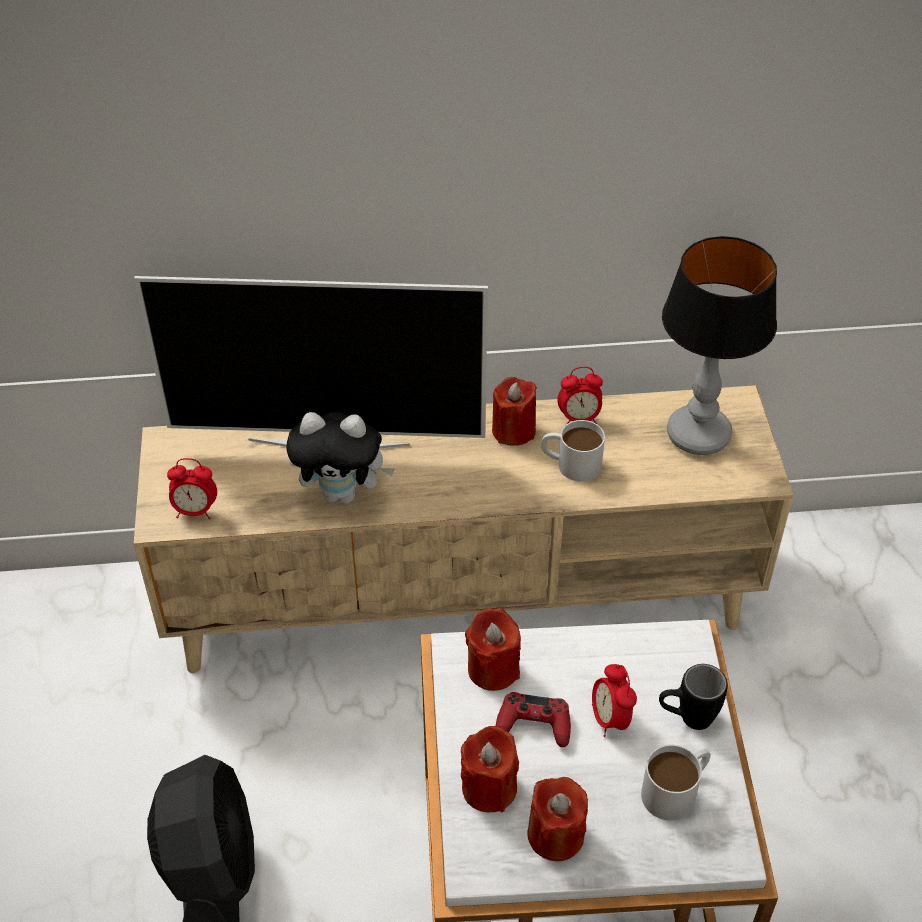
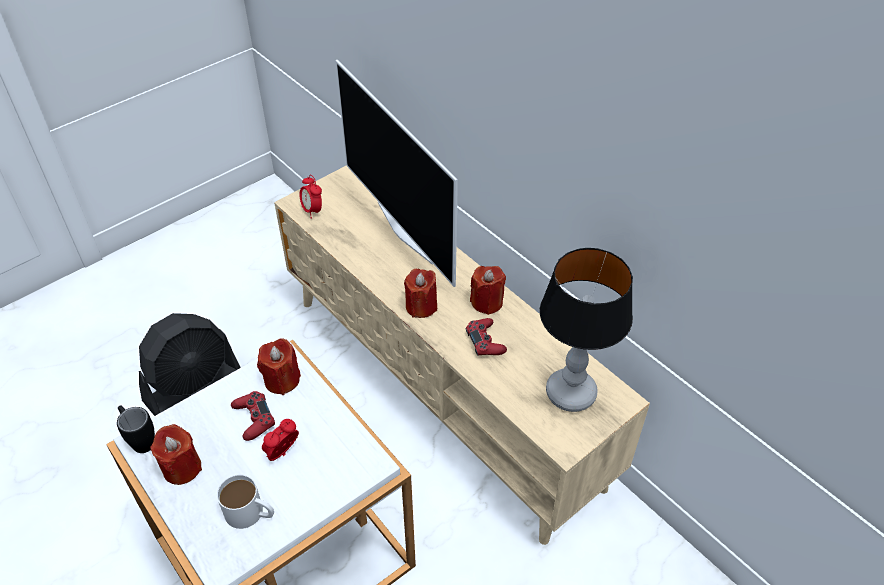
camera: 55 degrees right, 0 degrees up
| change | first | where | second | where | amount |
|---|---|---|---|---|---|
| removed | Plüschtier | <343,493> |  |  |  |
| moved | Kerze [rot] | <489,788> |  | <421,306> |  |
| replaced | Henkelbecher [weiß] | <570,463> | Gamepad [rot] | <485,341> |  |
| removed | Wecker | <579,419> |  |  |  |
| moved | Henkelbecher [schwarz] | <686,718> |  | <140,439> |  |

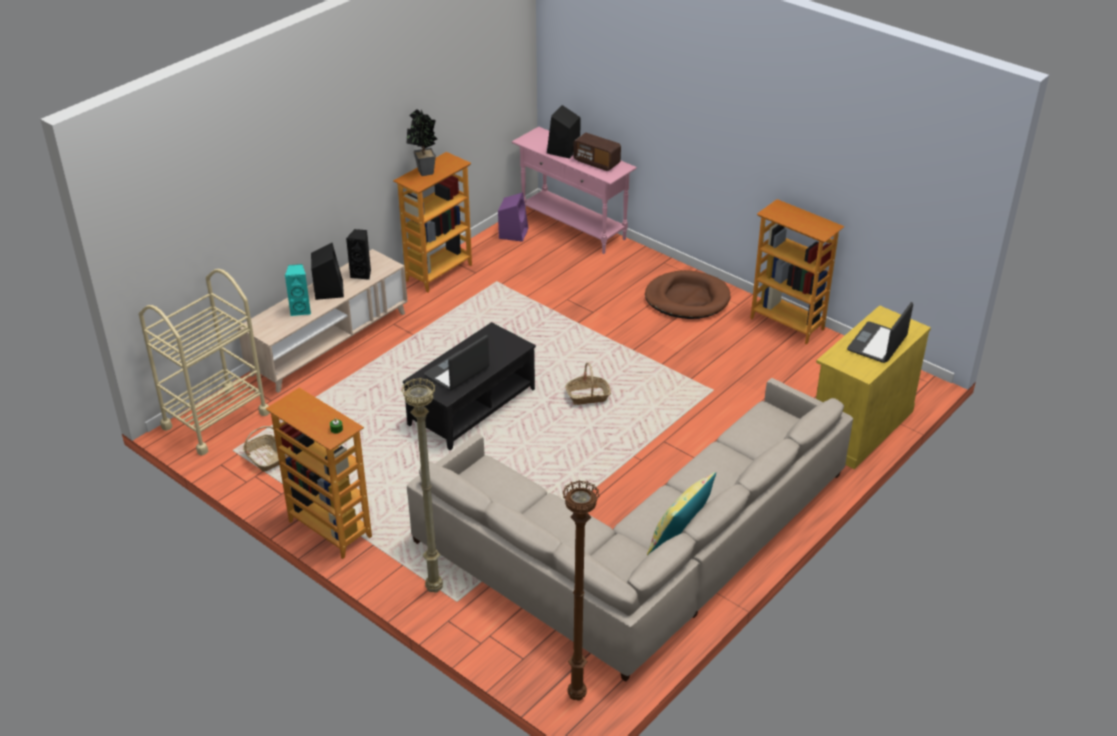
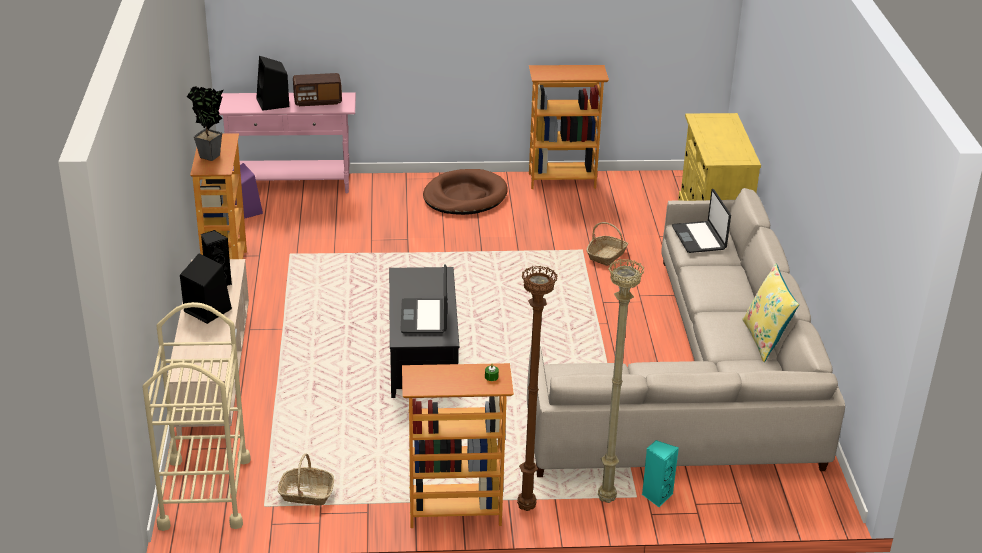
camera: 45 degrees left, 5 degrees down
| change | first | where | second | where | amount |
|---|---|---|---|---|---|
| moved | Lautsprecher [türkis] | <301,310> |  | <656,495> |  |
| moved | Stehlampe [braun] | <578,696> |  | <527,507> |  |
| moved | Korb | <588,396> |  | <606,255> |  |
| moved | Laptop | <877,344> |  | <699,238> |  |

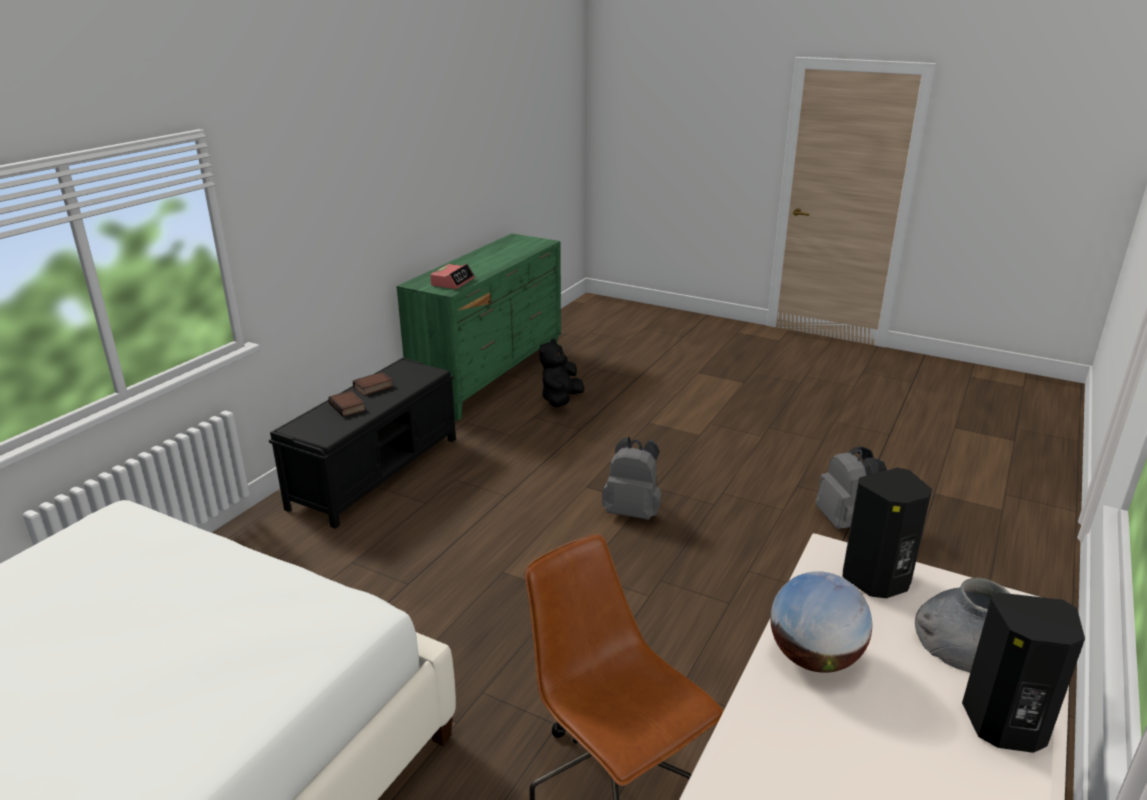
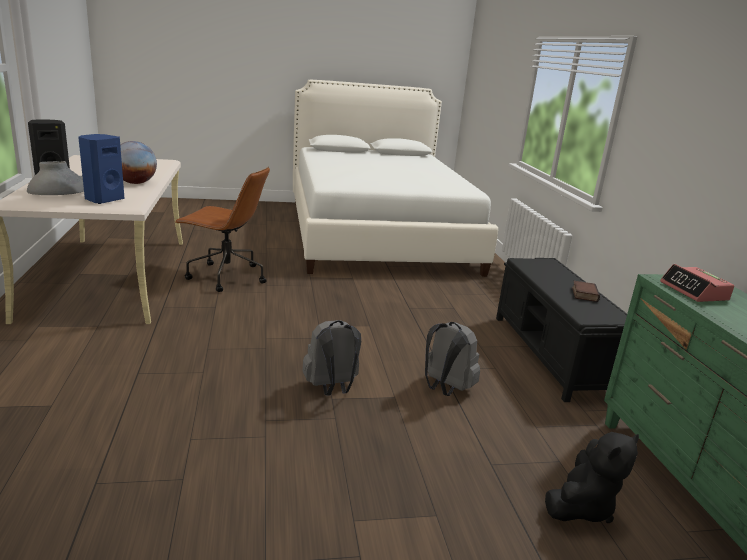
camera: 140 degrees right, 5 degrees down
| change | first | where | second | where | amount |
|---|---|---|---|---|---|
| removed | Buch | <348,407> |  |  |  |
| turned | Plüschtier [schwarz] | <561,400> |  | <581,507> | 60 degrees clockwise |
| moved | Rucksack [grau] | <844,521> |  | <445,388> |  |
| recoloured | Lautsprecher [schwarz] | <878,581> | Lautsprecher [blau] | <103,199> |  |

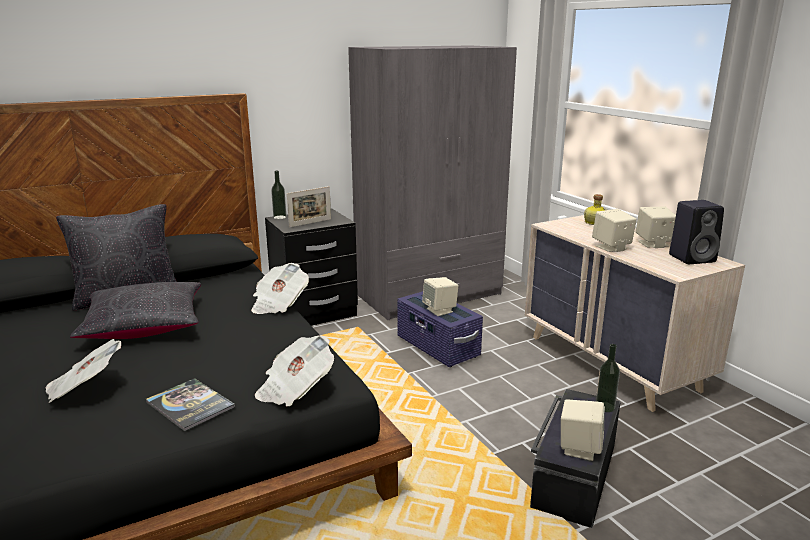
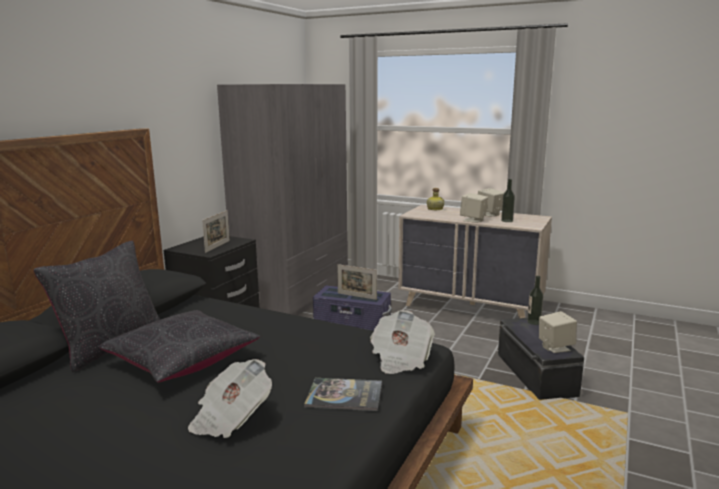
camera: 35 degrees left, 5 degrees down
| change | first | where | second | where | amount |
|---|---|---|---|---|---|
| removed | Zeitung | <279,304> |  |  |  |
| moved | Flasche | <280,217> |  | <507,221> |  |
| replaced | Lautsprecher [beige] | <440,310> | Bilderrahmen | <357,296> |  |
| removed | Lautsprecher [schwarz] | <693,258> |  |  |  |

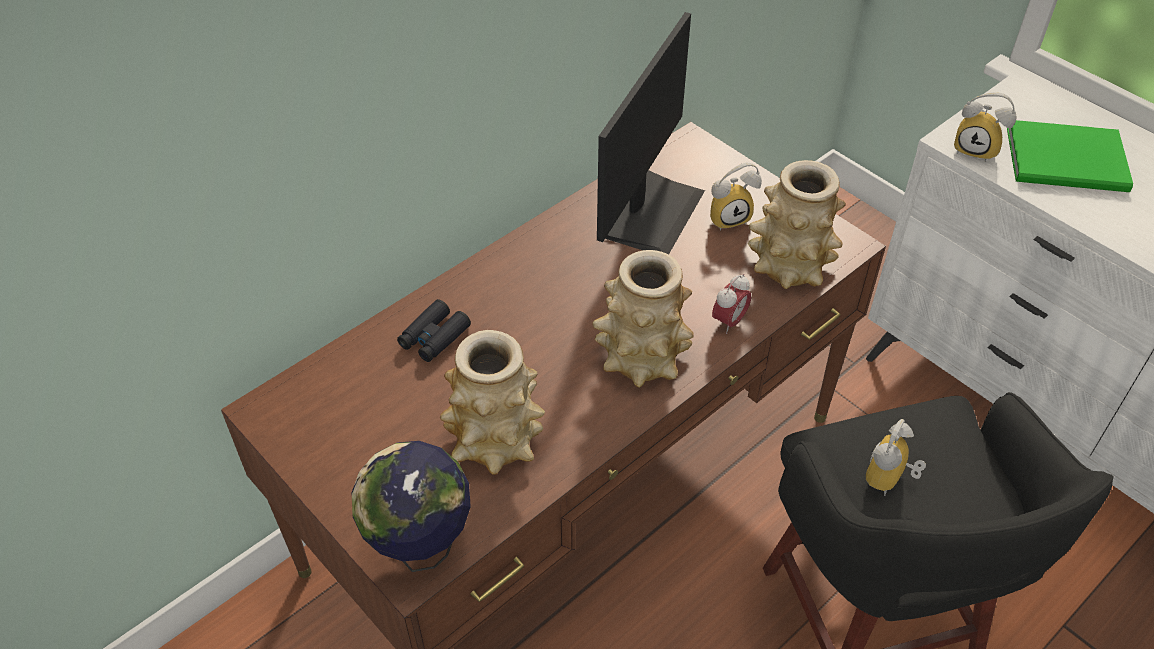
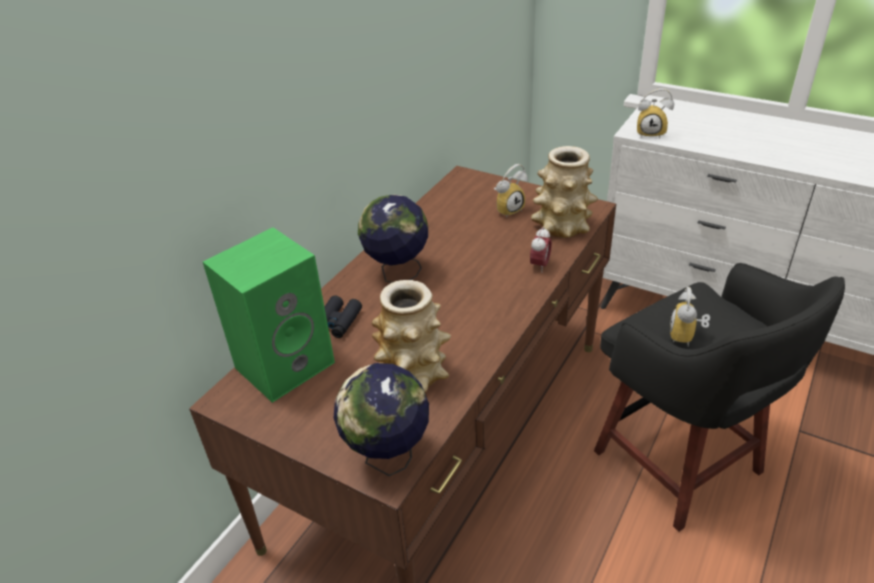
camera: 15 degrees left, 10 degrees down
| change | first | where | second | where | amount |
|---|---|---|---|---|---|
| removed | Vase | <641,358> |  |  |  |
| removed | Monitor | <653,212> |  |  |  |
| removed | Buch [grün] | <1070,162> |  |  |  |
| added |  |  | Lautsprecher [grün] | <285,363> |  |
| added |  |  | Globus | <397,273> |  |

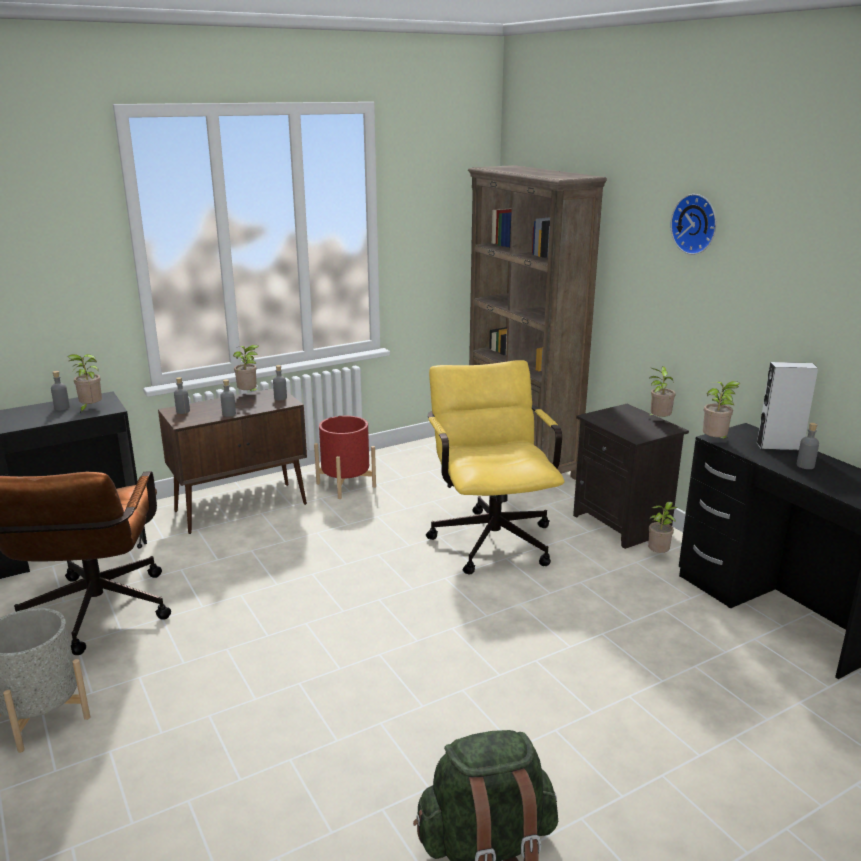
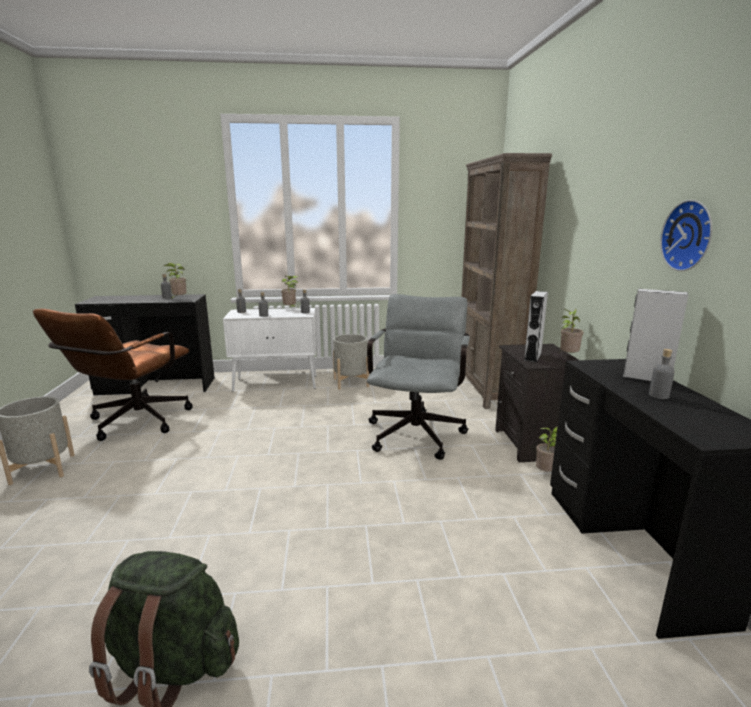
camera: 25 degrees right, 5 degrees down
| change | first | where | second | where | amount |
|---|---|---|---|---|---|
| recoloured | Schrank [braun] | <242,507> | Schrank [weiß] | <277,383> |  |
| recoloured | Pflanzkübel [rot] | <346,485> | Pflanzkübel [grau] | <351,382> |  |
| recoloured | Bürostuhl [gelb] | <490,536> | Bürostuhl [grau] | <417,431> |  |
| moved | Wanduhr | <696,224> |  | <690,236> |  |
| removed | Topfpflanze | <715,442> |  |  |  |
| added |  |  | Lautsprecher [grau] | <532,357> |  |

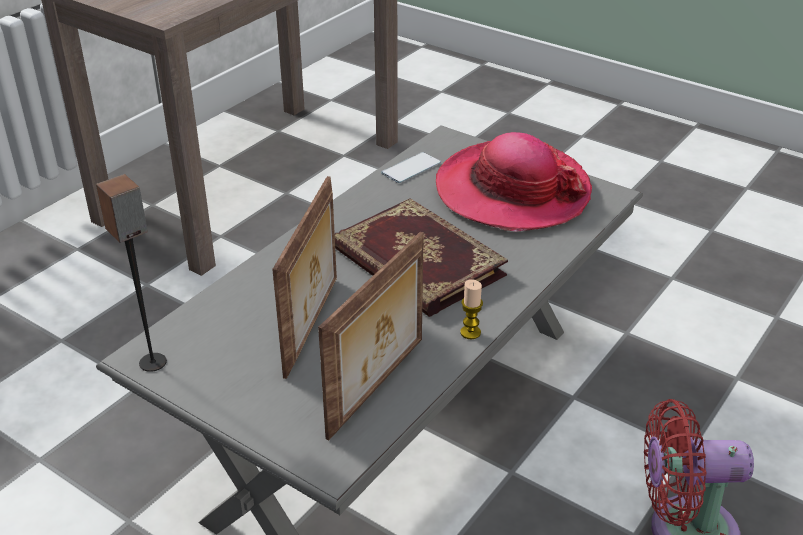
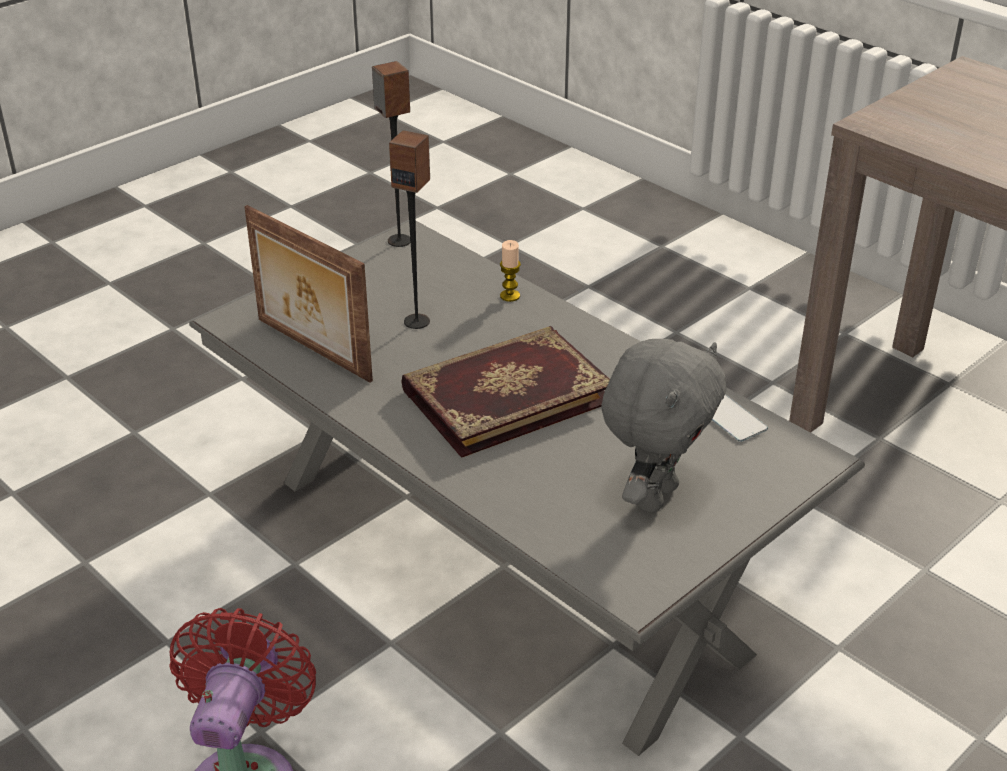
camera: 100 degrees right, 0 degrees up
| change | first | where | second | where | amount |
|---|---|---|---|---|---|
| replaced | Bilderrahmen | <313,326> | Lautsprecher | <417,321> |  |
| replaced | Hut | <512,191> | Plüschtier [grau] | <654,496> |  |
| moved | Kerze | <470,332> |  | <510,296> |  |

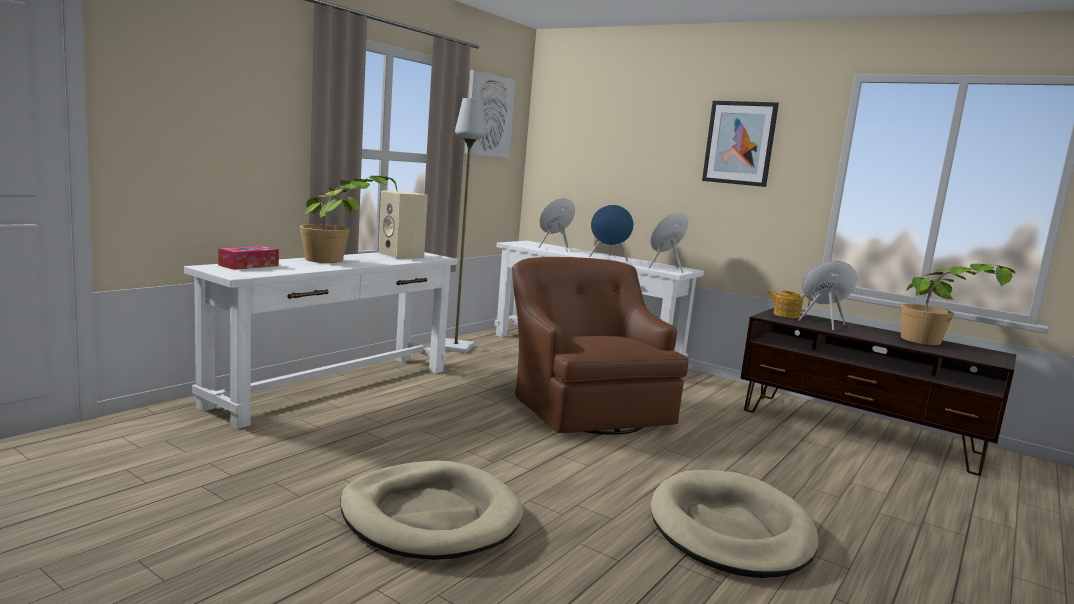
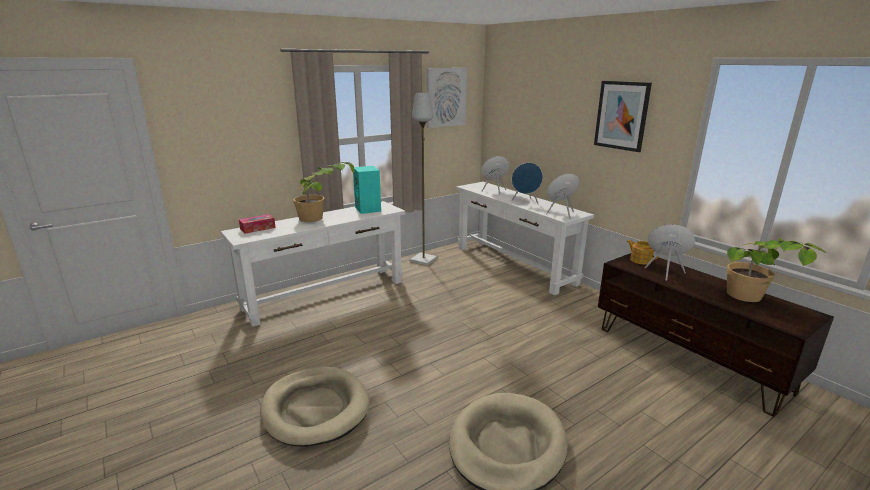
camera: 20 degrees right, 10 degrees up
| change | first | where | second | where | amount |
|---|---|---|---|---|---|
| recoloured | Lautsprecher [beige] | <402,255> | Lautsprecher [türkis] | <368,209> |  |
| removed | Sessel [braun] | <586,407> |  |  |  |

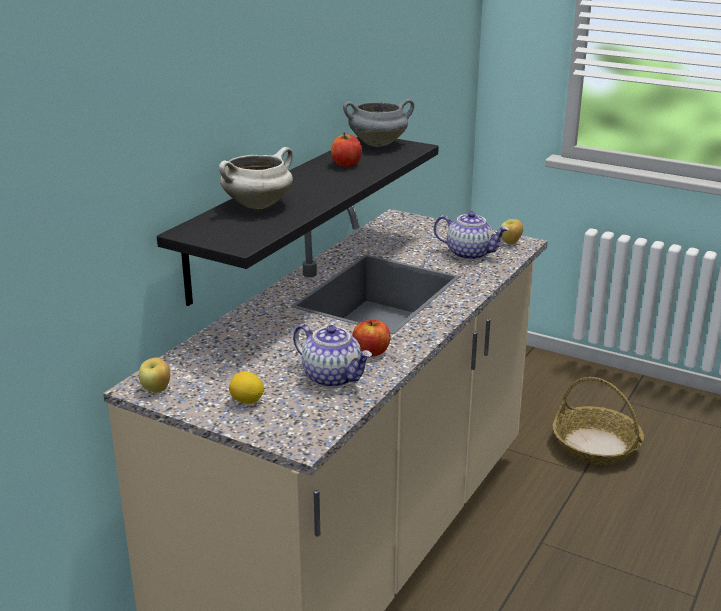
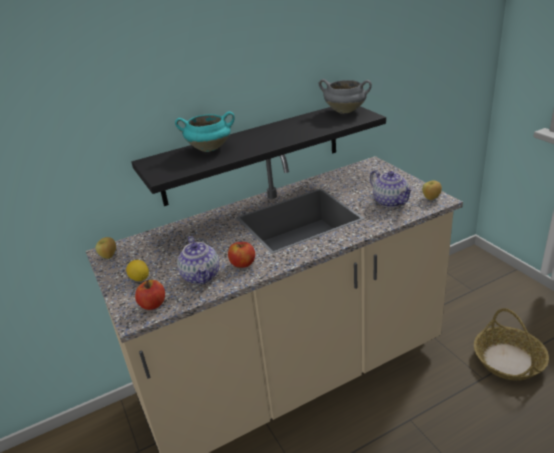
camera: 35 degrees right, 5 degrees up
| change | first | where | second | where | amount |
|---|---|---|---|---|---|
| recoloured | Kochtopf [weiß] | <258,204> | Kochtopf [türkis] | <210,148> |  |
| moved | Apfel | <346,164> |  | <153,304> |  |

